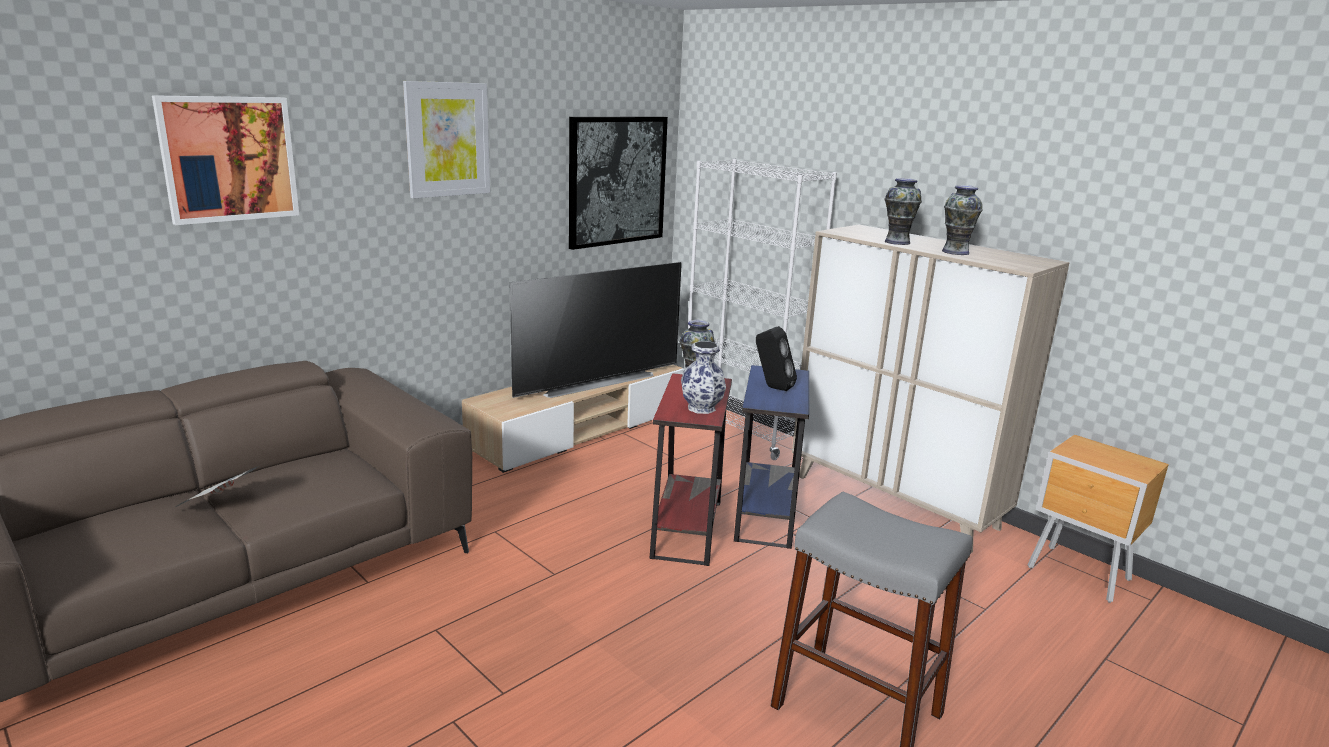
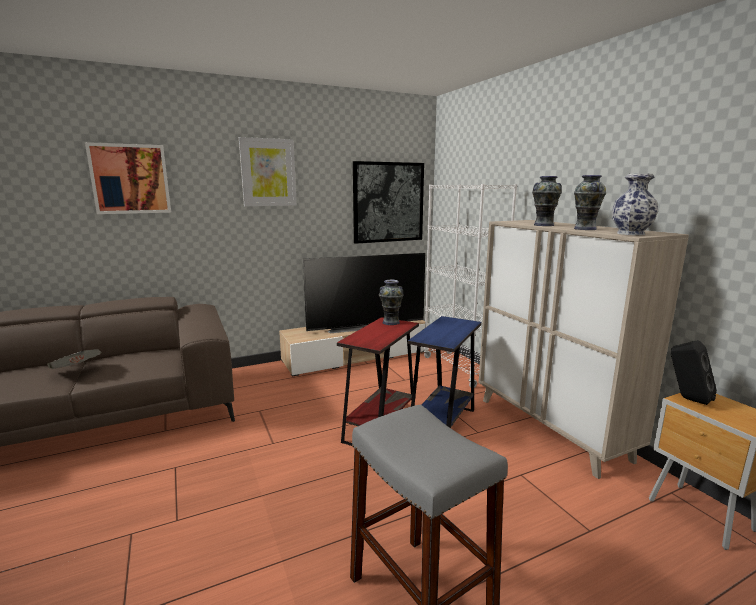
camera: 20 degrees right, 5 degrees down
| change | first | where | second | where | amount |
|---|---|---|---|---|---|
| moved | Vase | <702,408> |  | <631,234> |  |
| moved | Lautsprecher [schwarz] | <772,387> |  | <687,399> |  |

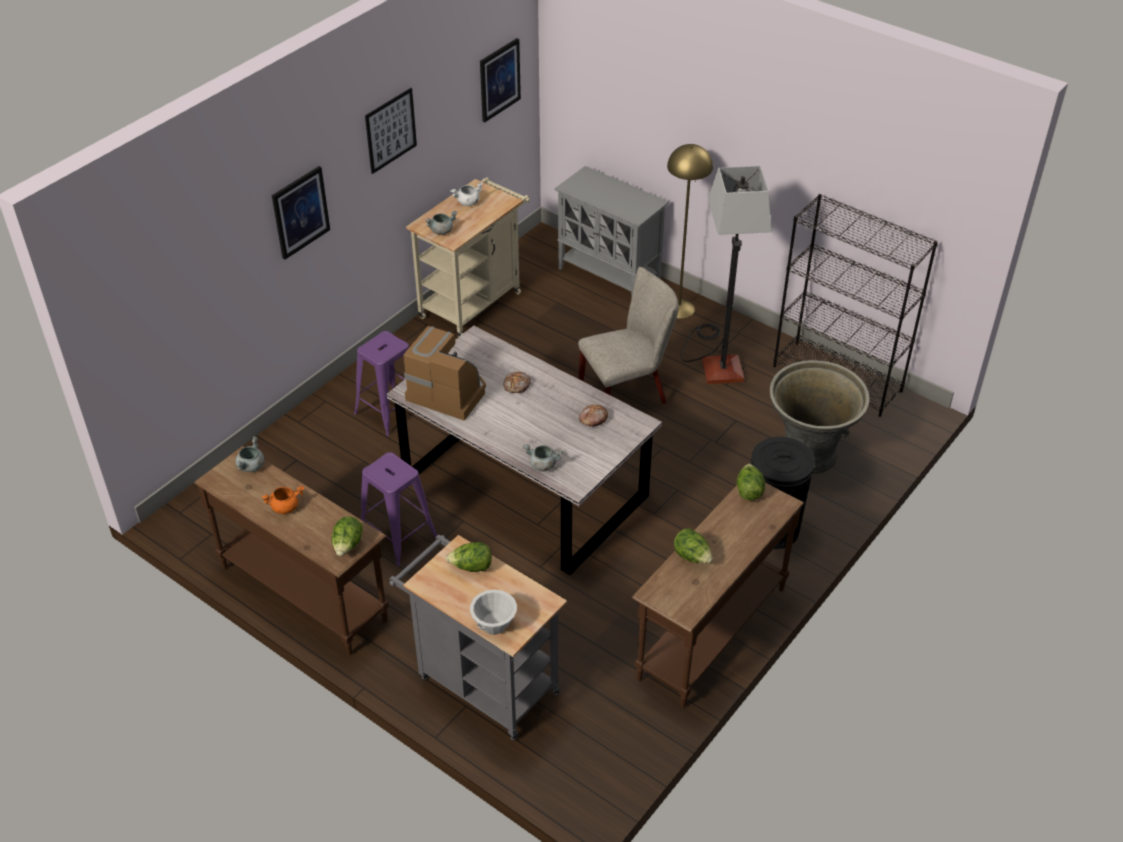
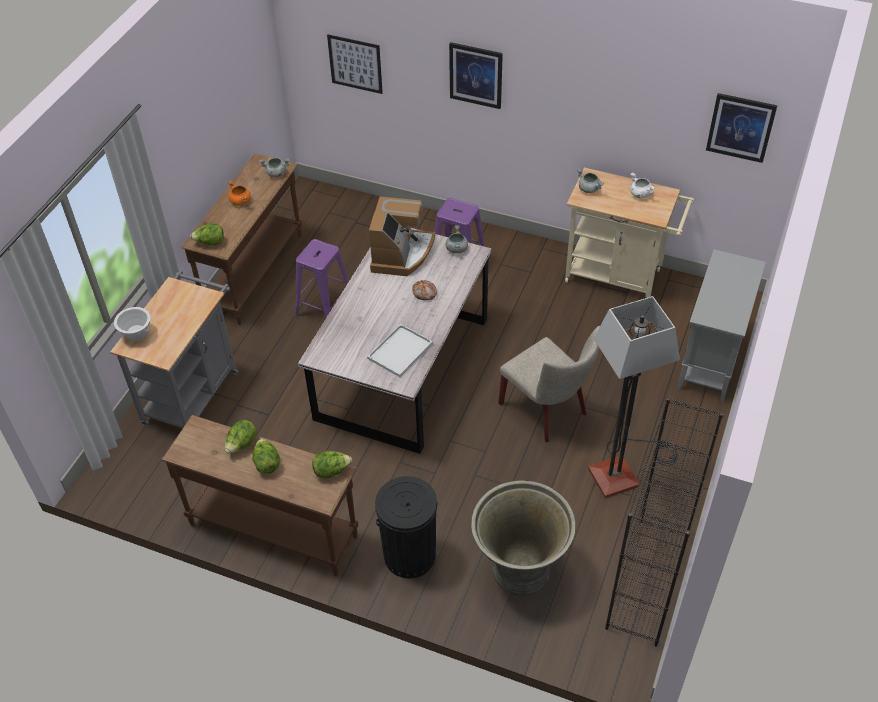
camera: 75 degrees right, 5 degrees up
| change | first | where | second | where | amount |
|---|---|---|---|---|---|
| moved | Bild | <390,130> |  | <355,64> |  |
| moved | Salatkopf | <471,567> |  | <266,463> |  |
| moved | Kochtopf [grau] | <542,465> |  | <456,249> |  |
| replaced | Brot | <593,418> | Tablett [weiß] | <400,350> |  |
| removed | Stehlampe [gelb] | <679,308> |  |  |  |

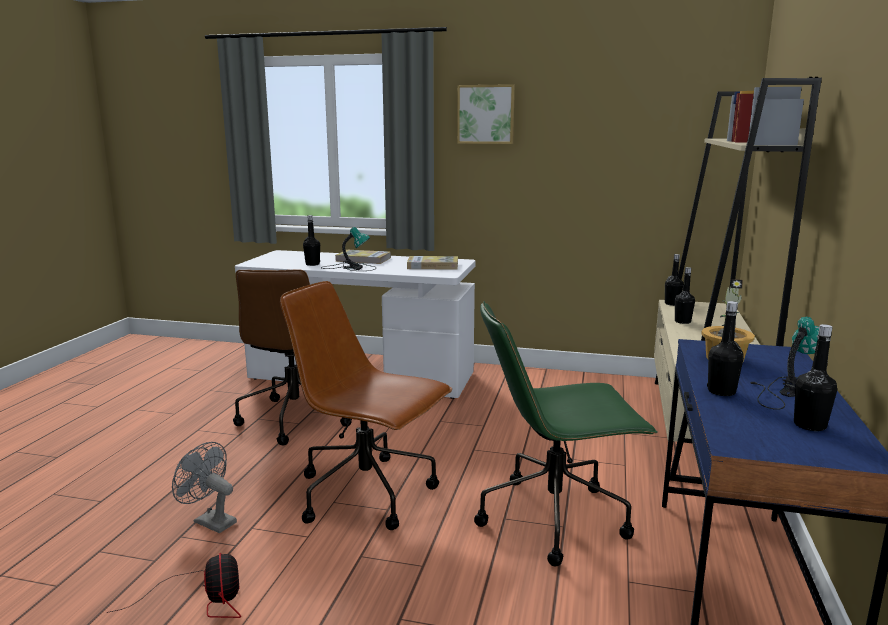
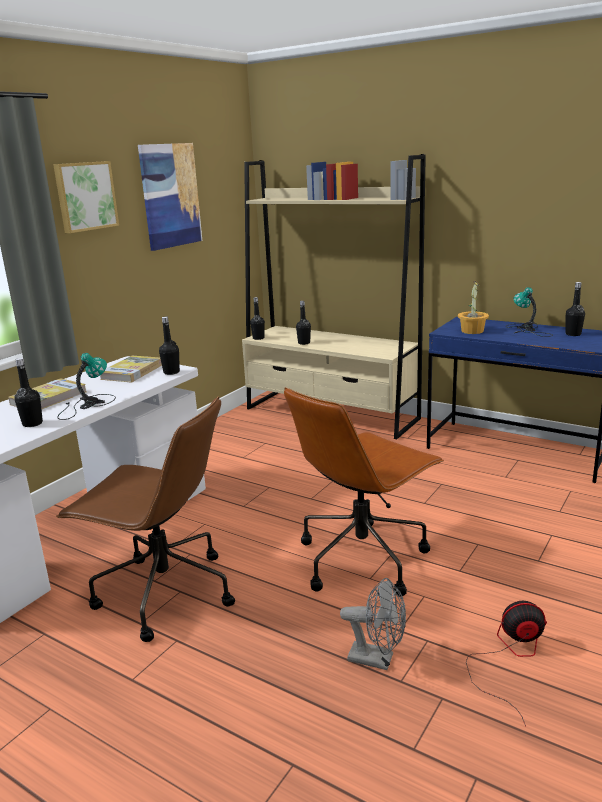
camera: 70 degrees left, 5 degrees up
| change | first | where | second | where | amount |
|---|---|---|---|---|---|
| turned | Ventilator [grau] | <210,521> |  | <377,659> | 120 degrees counterclockwise |
| removed | Bürostuhl [grün] | <555,517> |  |  |  |
| moved | Flasche [schwarz] | <721,391> |  | <171,372> |  |
| added |  |  | Bild | <170,195> |  |

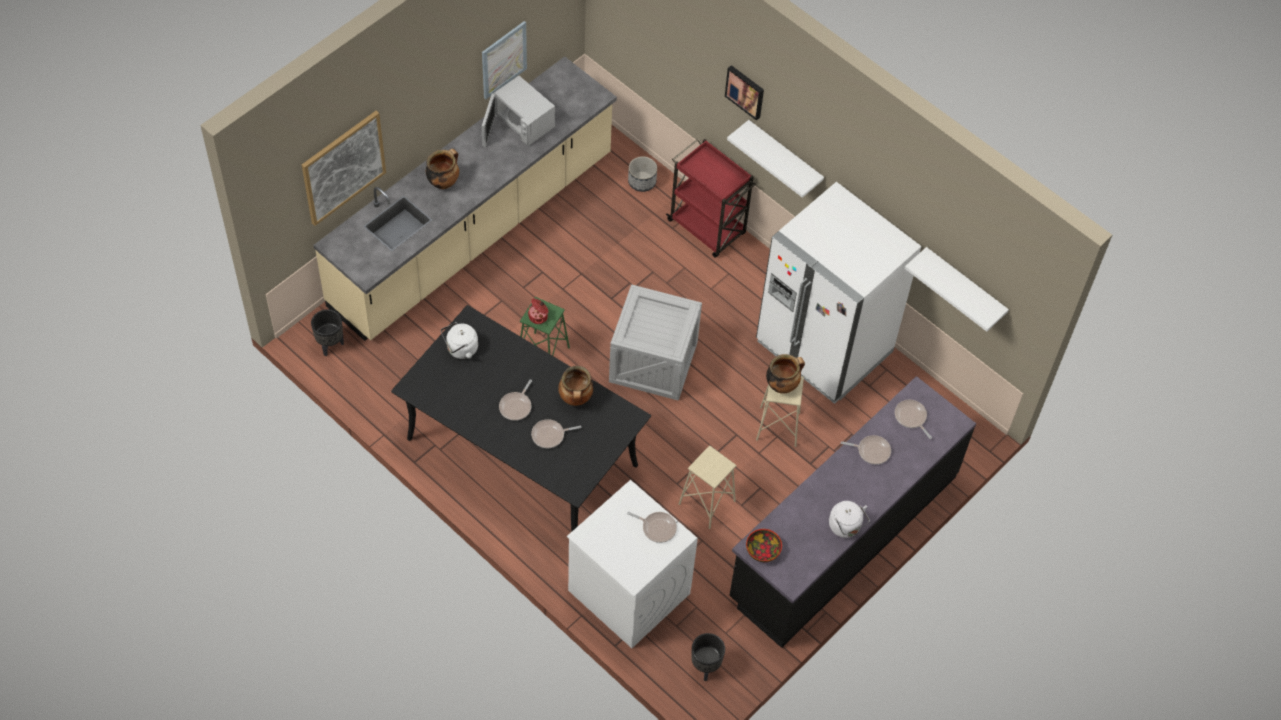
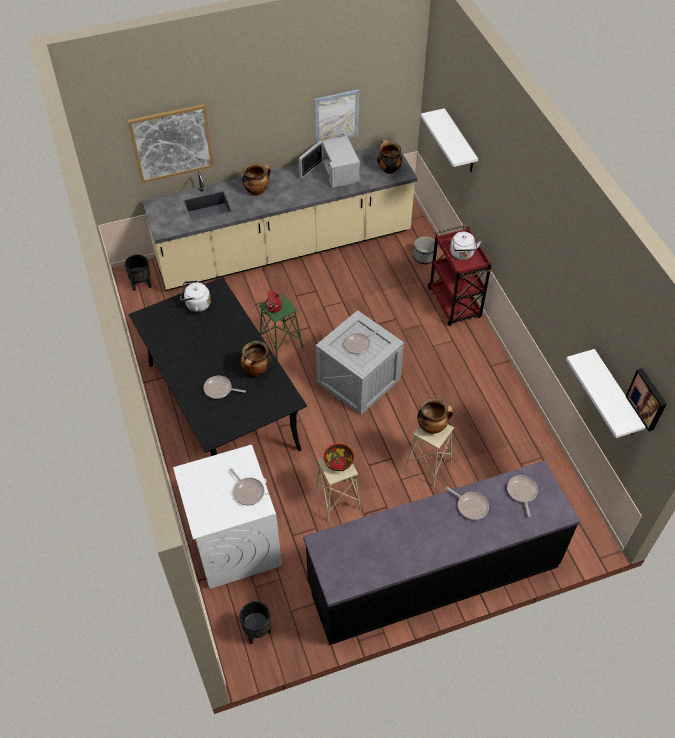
camera: 30 degrees right, 5 degrees down
| change | first | where | second | where | amount |
|---|---|---|---|---|---|
| moved | Pfanne | <516,406> |  | <358,344> |  |
| moved | Bild | <745,91> |  | <647,399> |  |
| moved | Wandregal [weiß] | <784,157> |  | <459,142> |  |
| moved | Schüssel | <762,551> |  | <338,462> |  |
| removed | Kühlschrank [weiß] | <823,347> |  |  |  |
| moved | Wasserkessel [weiß] | <846,527> |  | <462,254> |  |
| added |  |  | Kochtopf | <388,169> |  |

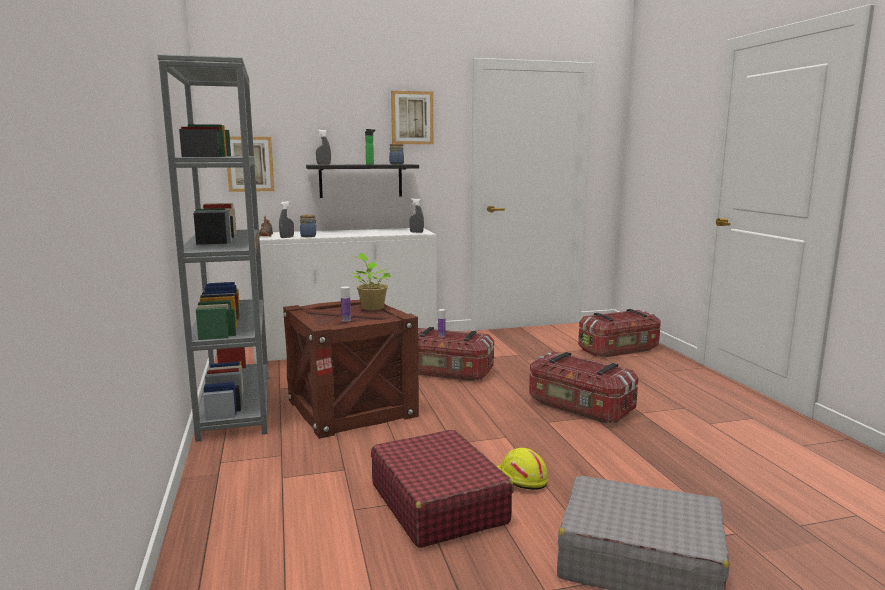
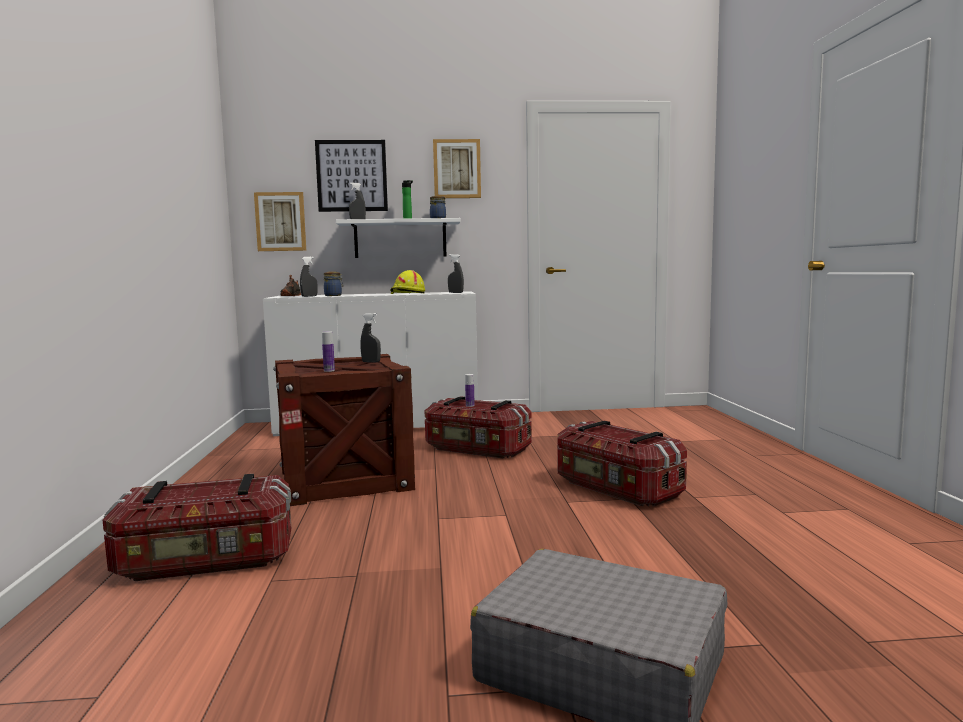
camera: 10 degrees right, 5 degrees down
| change | first | where | second | where | amount |
|---|---|---|---|---|---|
| removed | Bücherregal [grau] | <236,405> |  |  |  |
| recoloured | Wandregal [schwarz] | <361,180> | Wandregal [weiß] | <400,239> |  |
| replaced | Topfpflanze | <371,307> | Sprühflasche [grau] | <371,362> |  |
| removed | Koffer [rot] | <438,503> |  |  |  |
| moved | Schutzhelm [gelb] | <519,480> |  | <407,293> |  |
| moved | Aufbewahrungsbox | <619,350> |  | <206,562> |  |
| added |  |  | Bild | <351,176> |  |

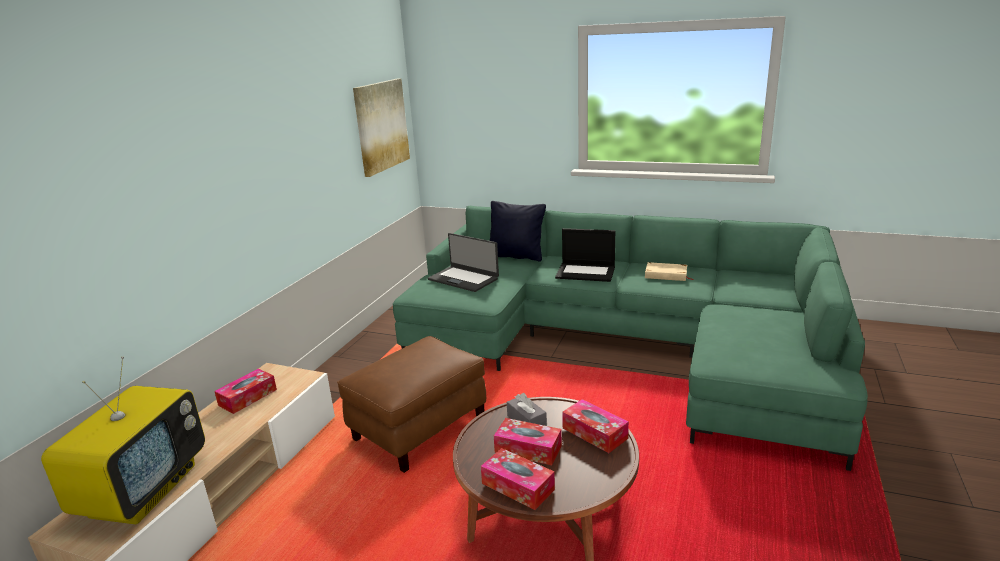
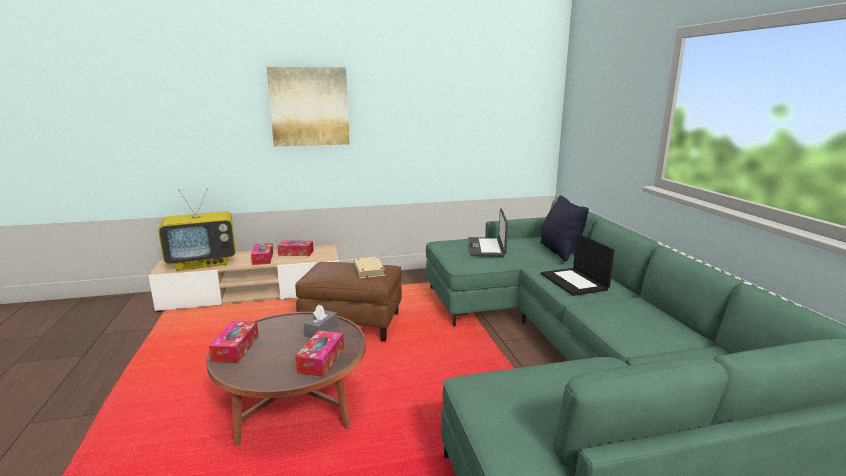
camera: 55 degrees right, 5 degrees down
| change | first | where | second | where | amount |
|---|---|---|---|---|---|
| moved | Bild | <381,126> |  | <309,106> |  |
| moved | Taschentuchbox | <528,449> |  | <263,258> |  |
| moved | Buch [beige] | <666,275> |  | <368,270> |  |

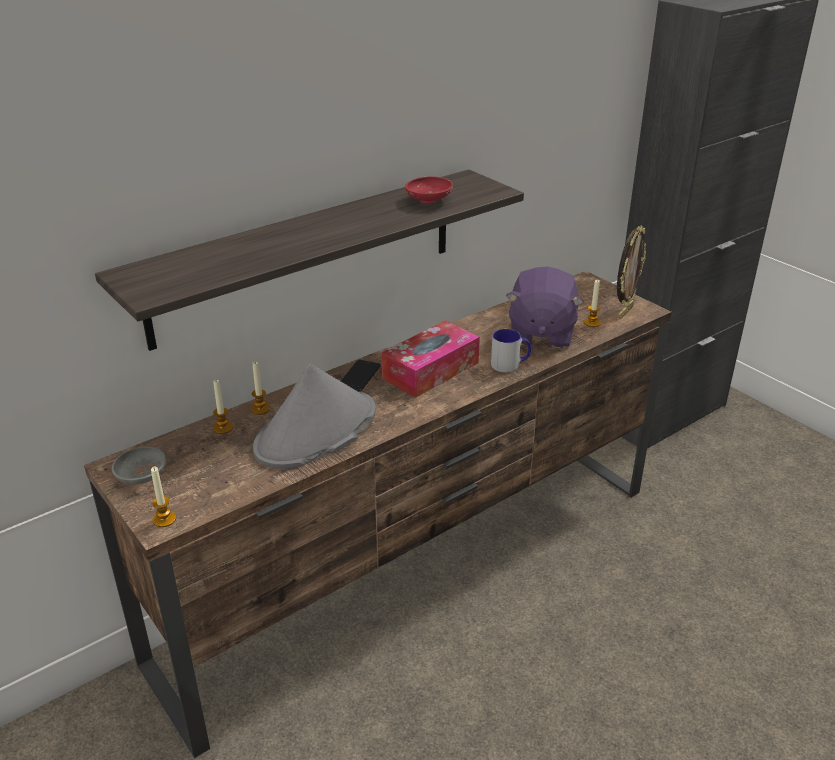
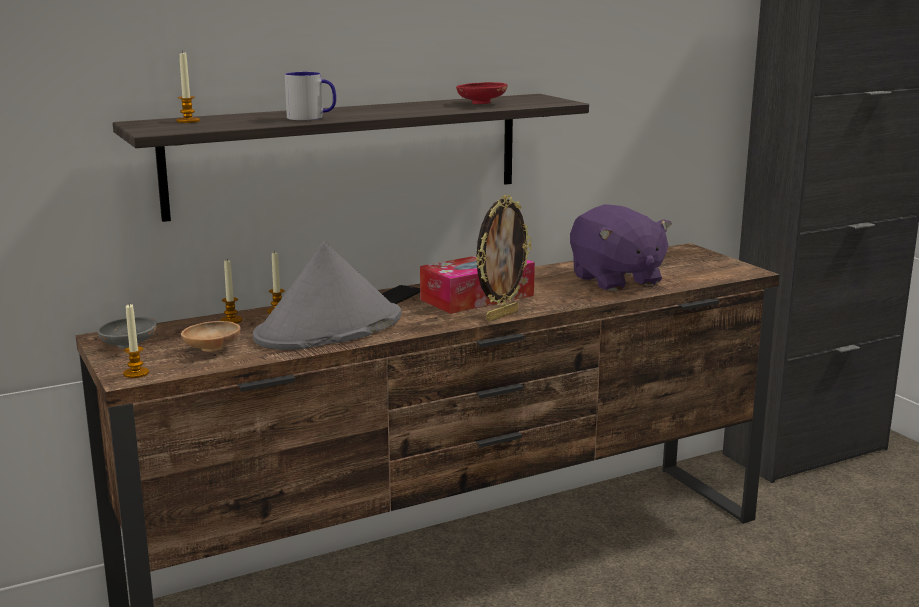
camera: 10 degrees right, 15 degrees down
| change | first | where | second | where | amount |
|---|---|---|---|---|---|
| moved | Henkelbecher | <510,364> |  | <312,117> |  |
| turned | Plüschtier [lila] | <540,333> |  | <616,280> | 45 degrees counterclockwise |
| moved | Kerze | <592,323> |  | <188,121> |  |
| moved | Bilderrahmen | <624,312> |  | <501,315> |  |
| added |  |  | Schüssel [braun] | <212,349> |  |

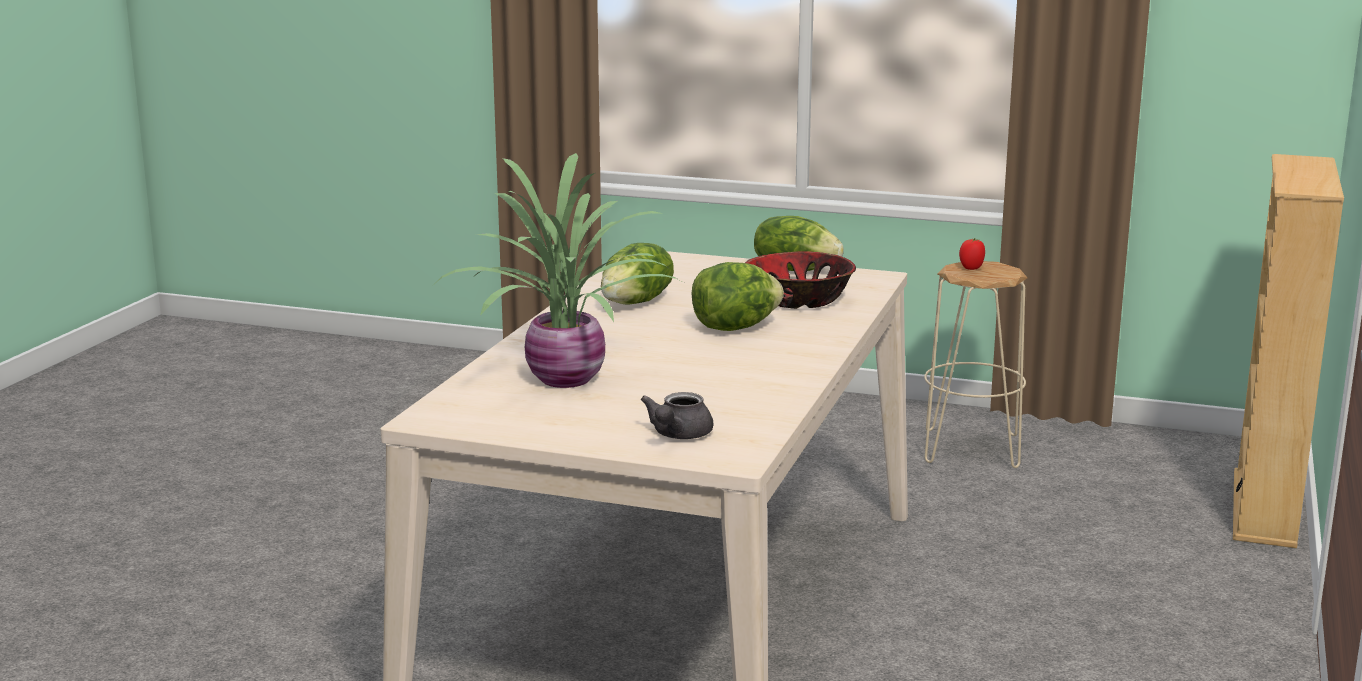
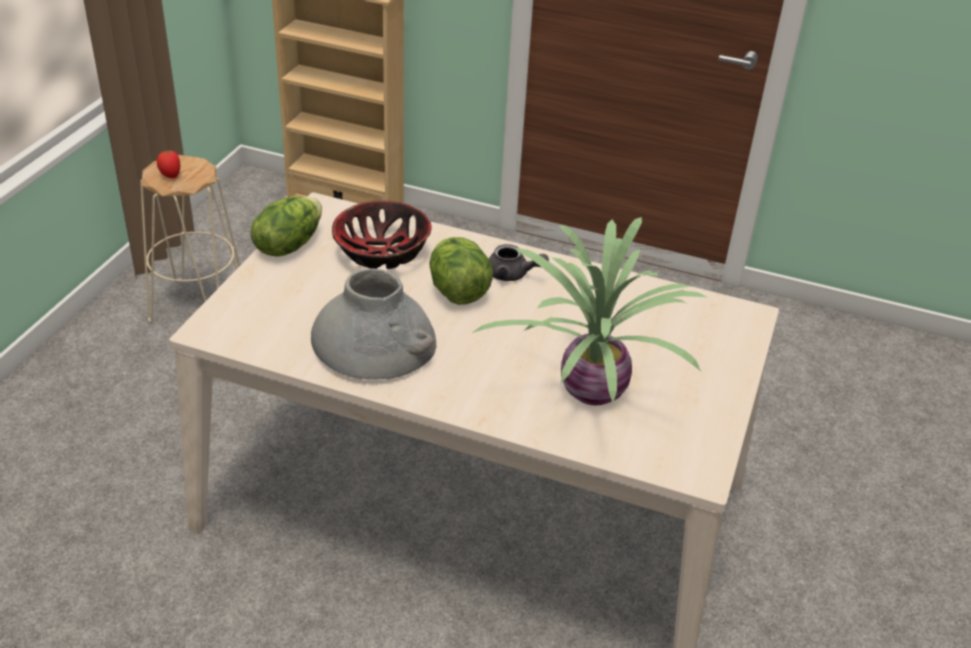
camera: 90 degrees left, 20 degrees up
| change | first | where | second | where | amount |
|---|---|---|---|---|---|
| replaced | Salatkopf | <637,302> | Vase [grau] | <374,342> |  |
| moved | Teekanne [grau] | <678,435> |  | <512,275> |  |

